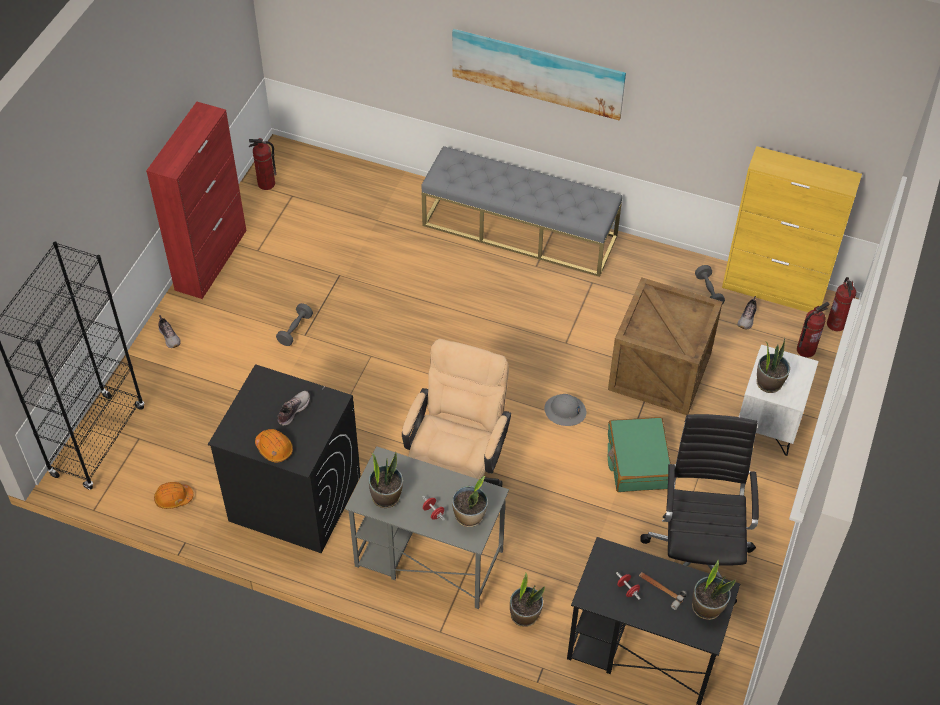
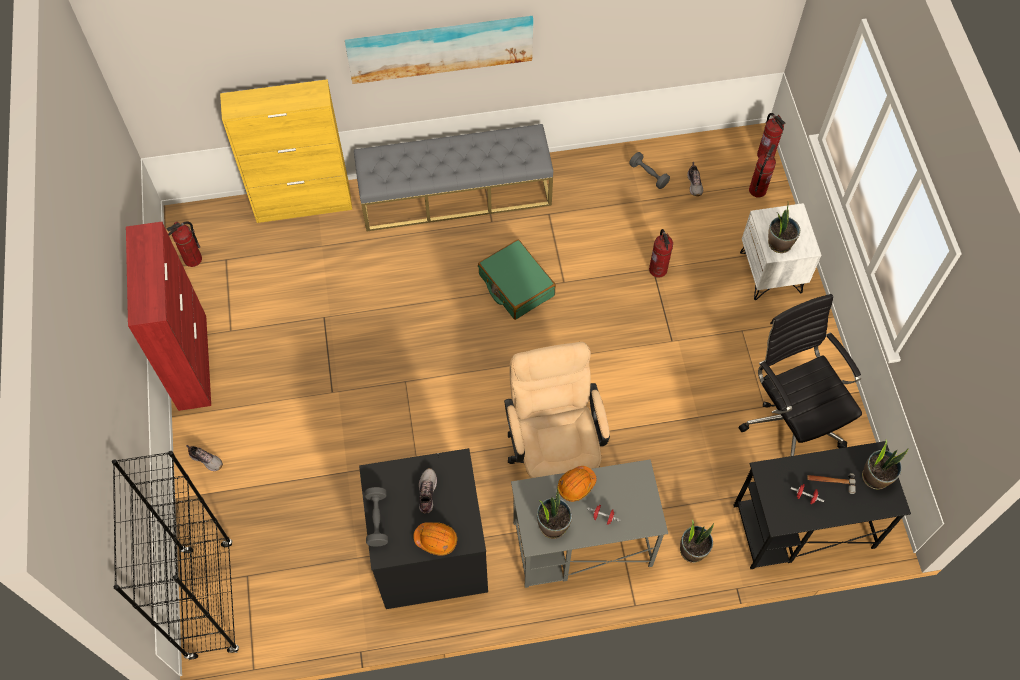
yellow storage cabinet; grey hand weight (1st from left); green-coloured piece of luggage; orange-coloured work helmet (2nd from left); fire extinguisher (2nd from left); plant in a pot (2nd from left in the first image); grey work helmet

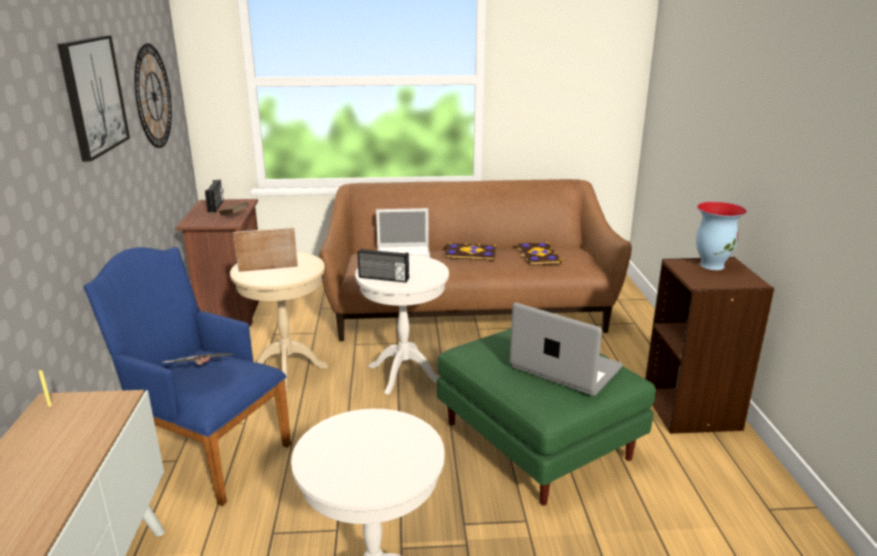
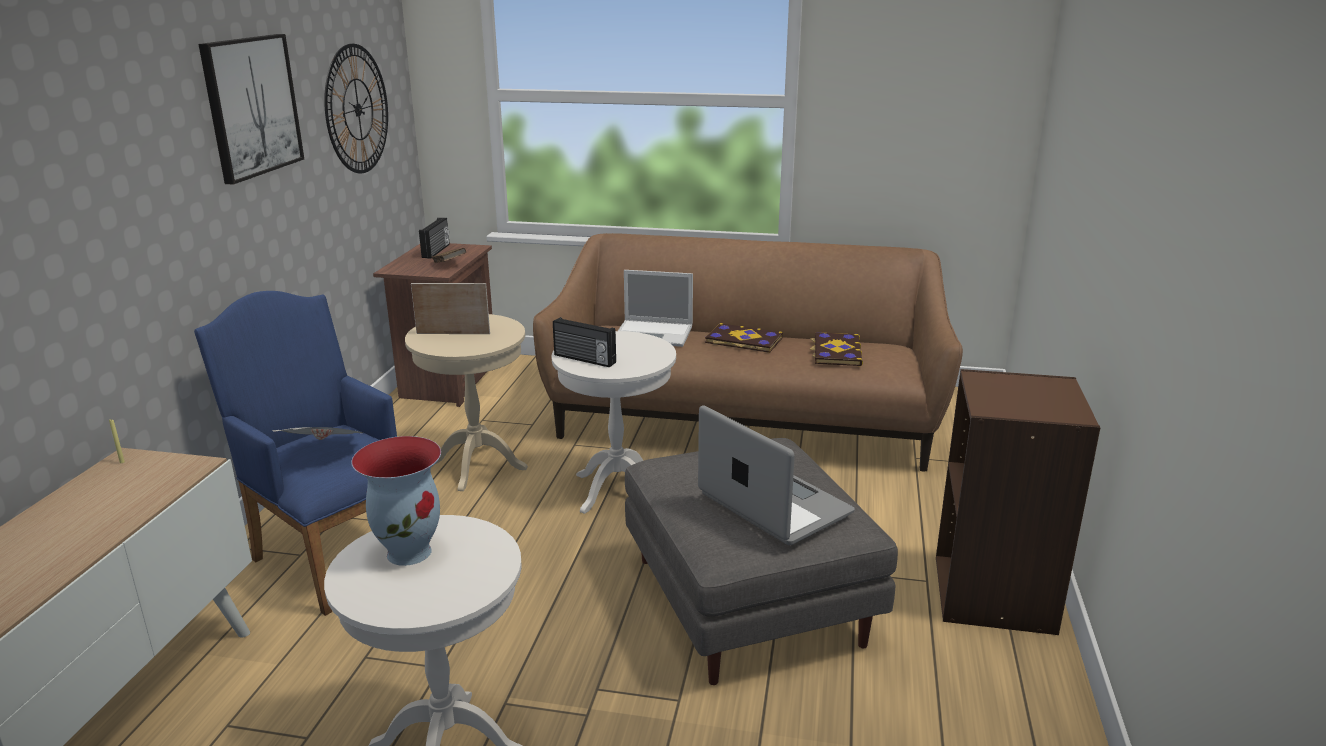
flower vase; grey ottoman

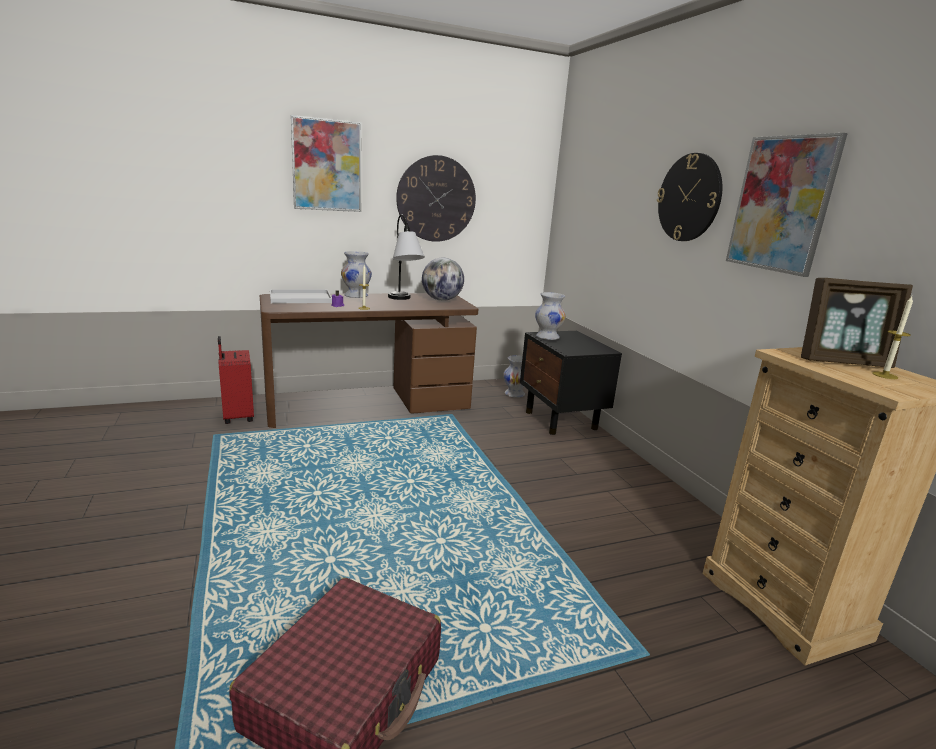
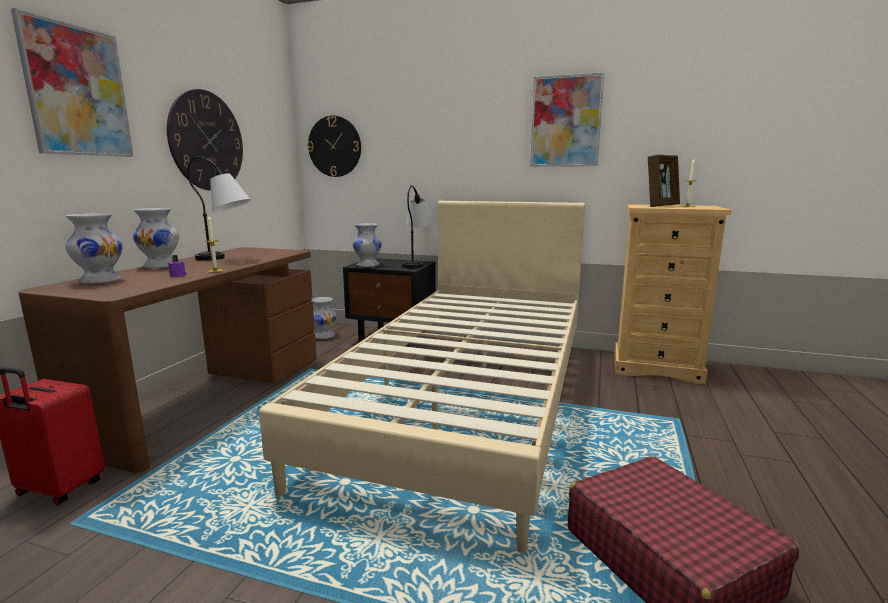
whitish flower vase (1st from left); beige-coloured bed; wall clock (2nd from left); tabletop lamp (2nd from left); globe

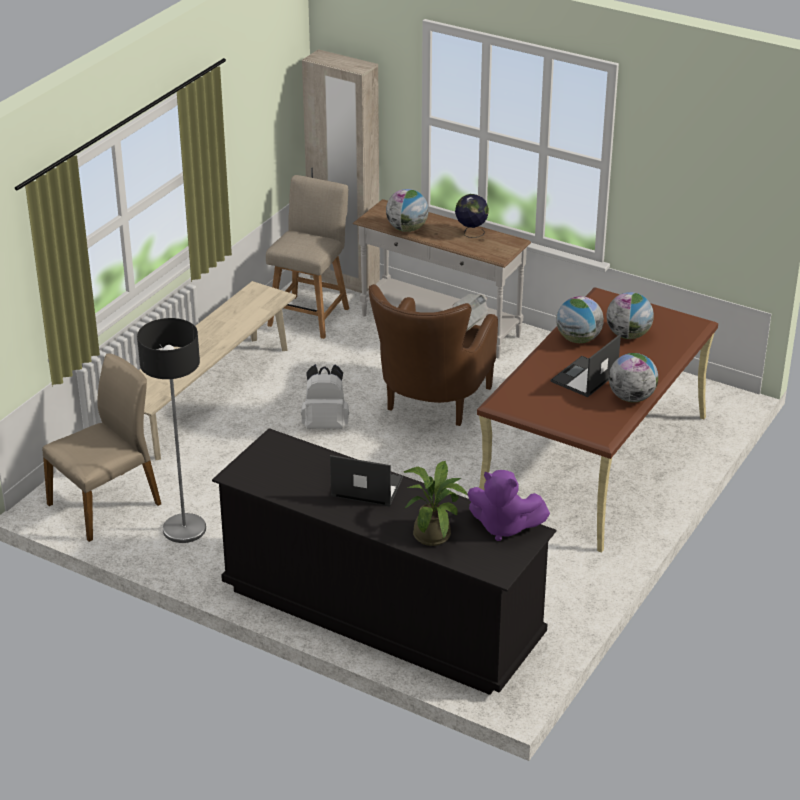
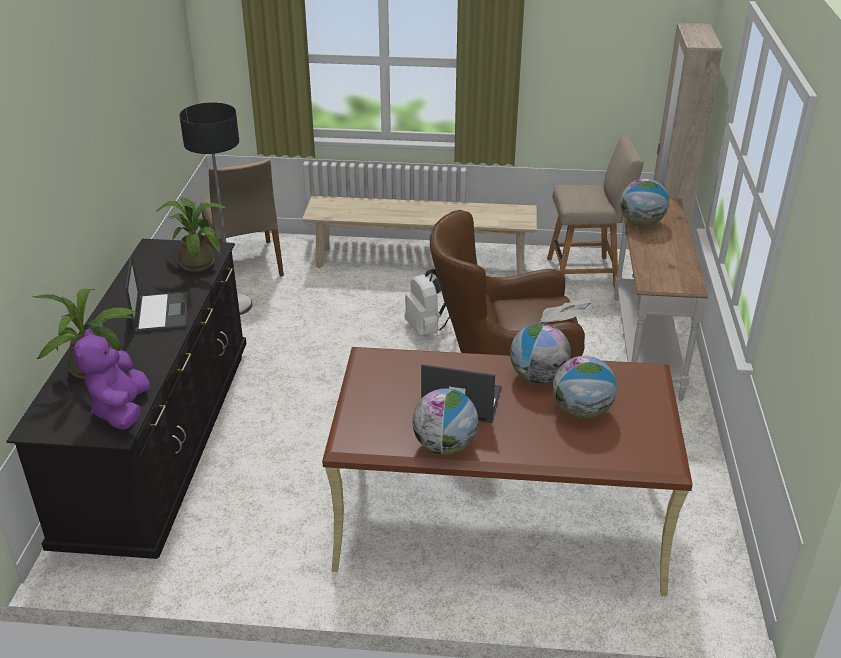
plant in a pot (2nd from left); beige-coloured plain chair (1st from left); globe (2nd from left in the first image)

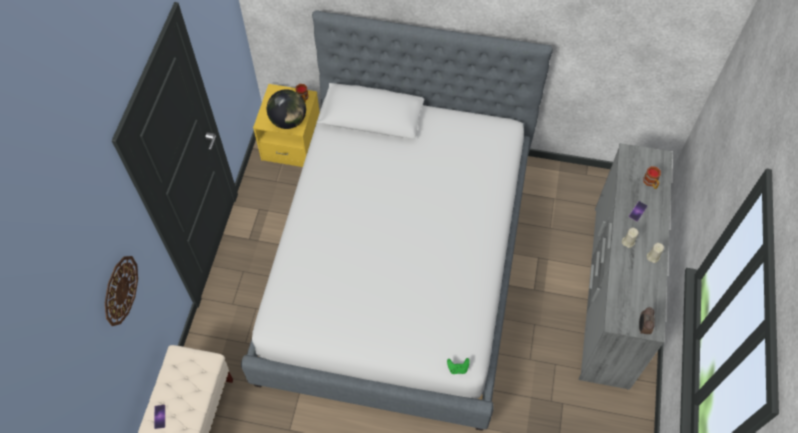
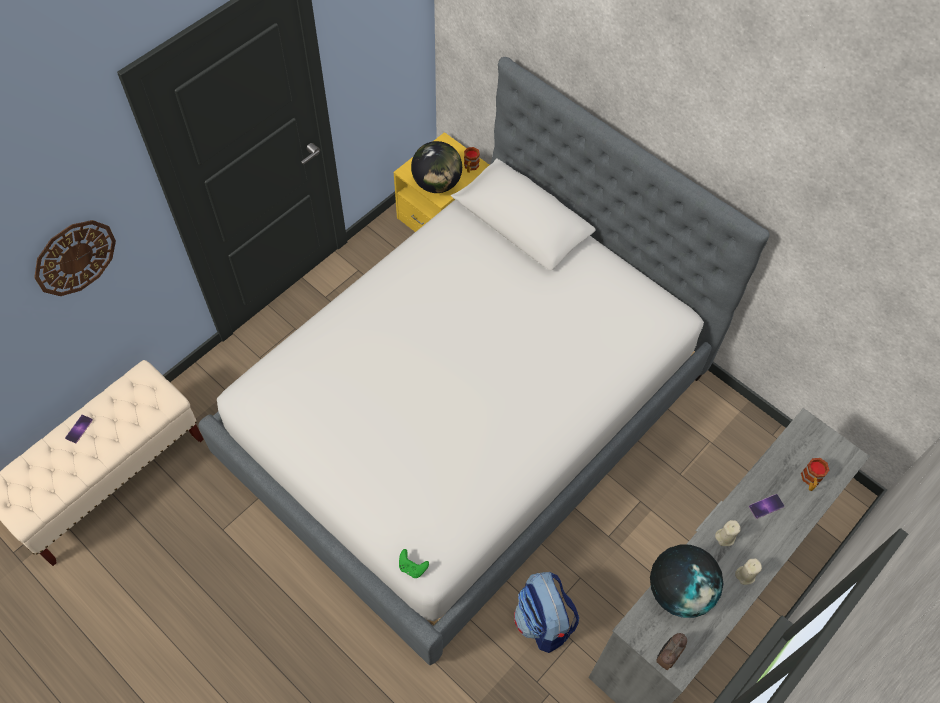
knapsack; globe (2nd from left)

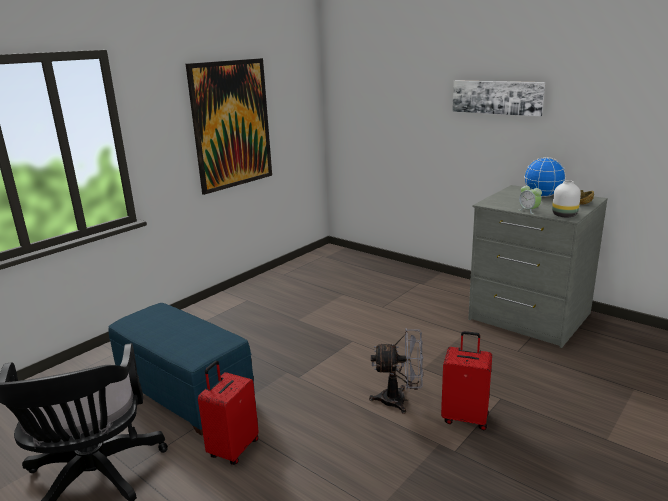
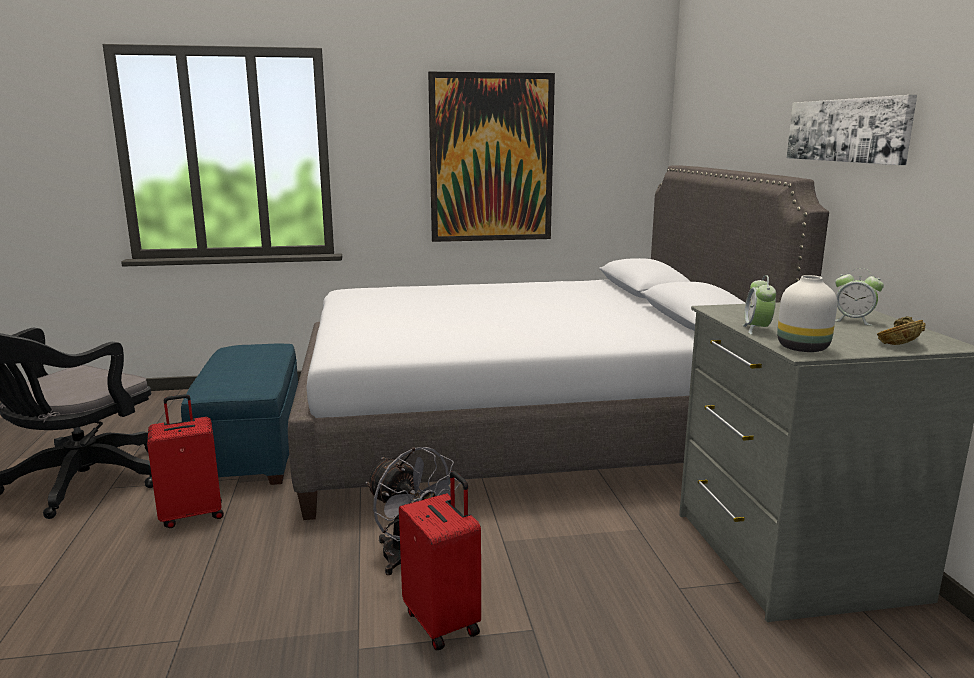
grey bed; table clock (2nd from left)

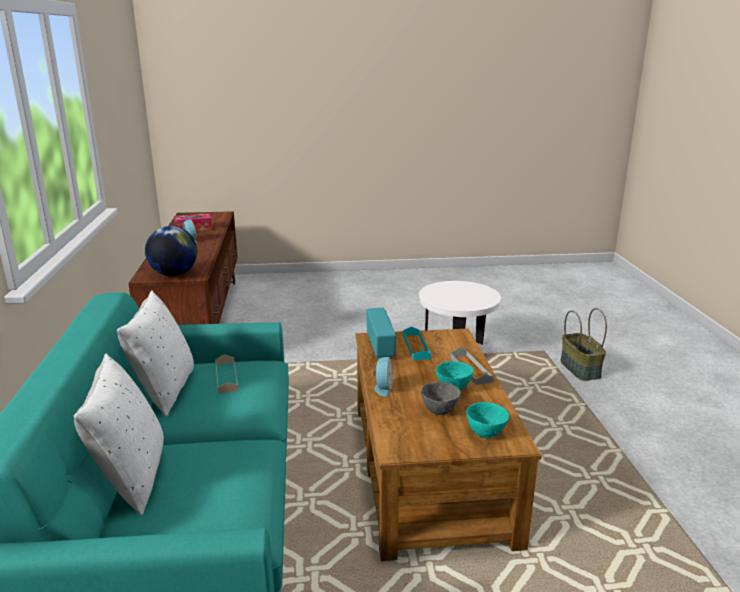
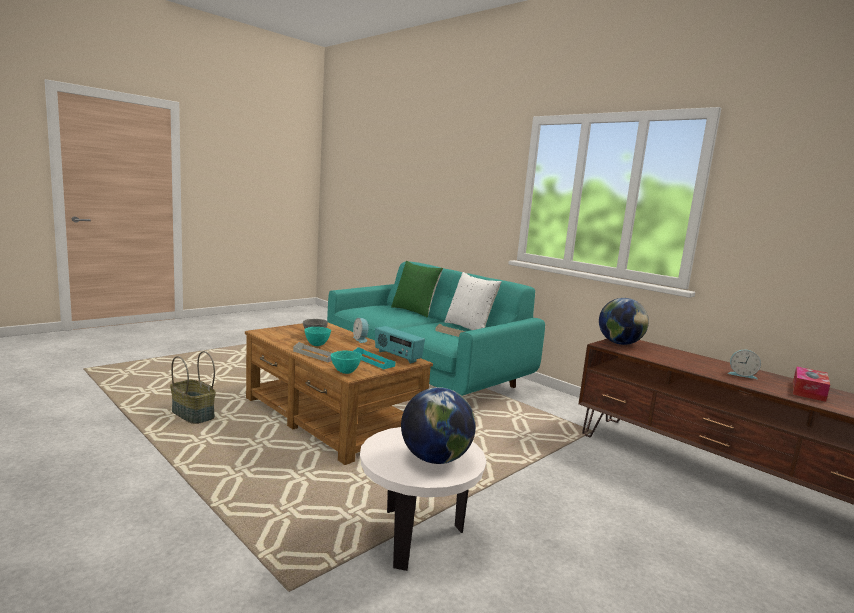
basket; turquoise bowl (2nd from left); green-coloured cushion; globe (1st from left)

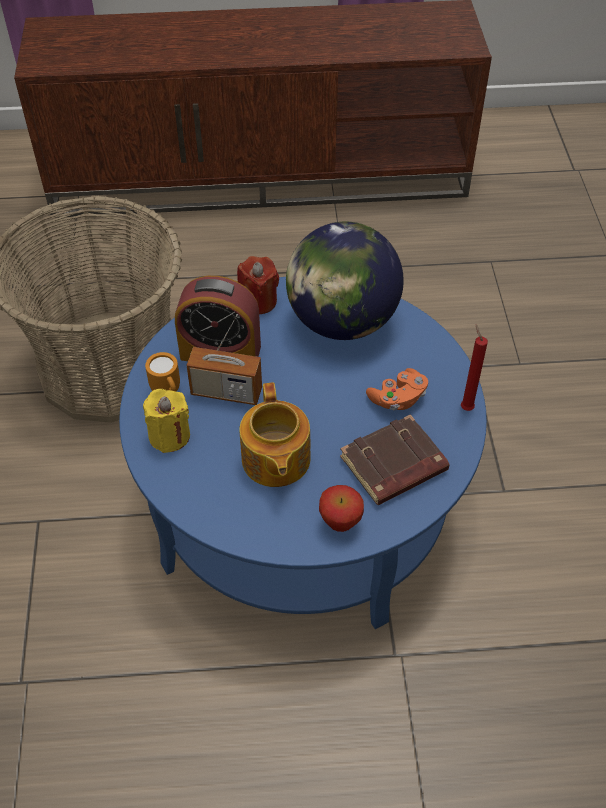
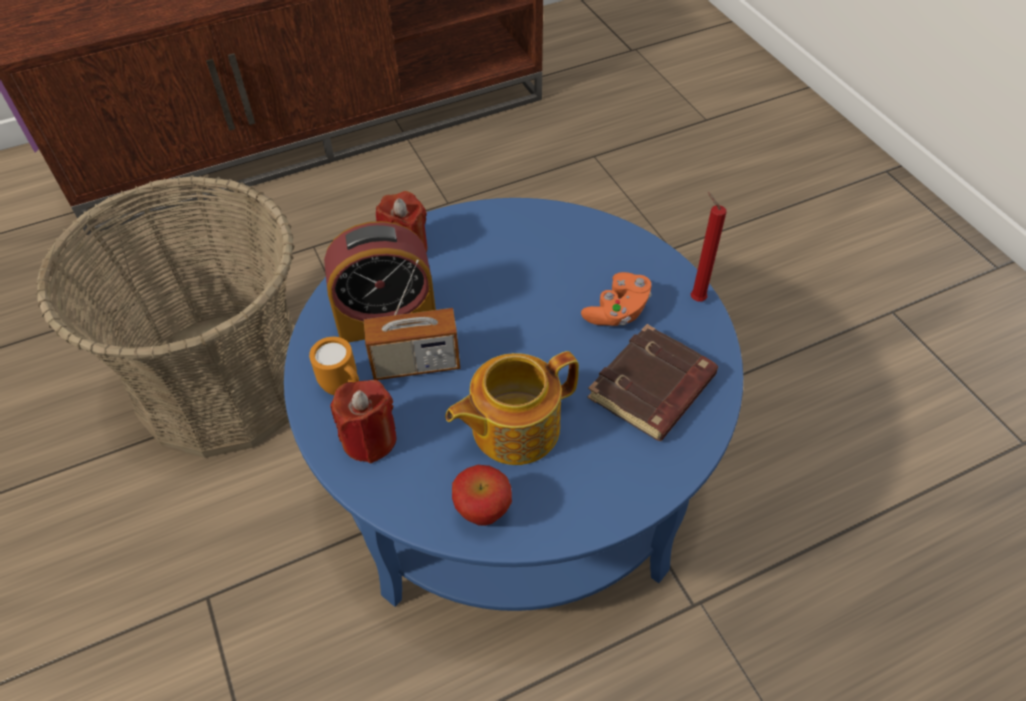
red-coloured candle (1st from left); pot for tea; apple fruit; globe

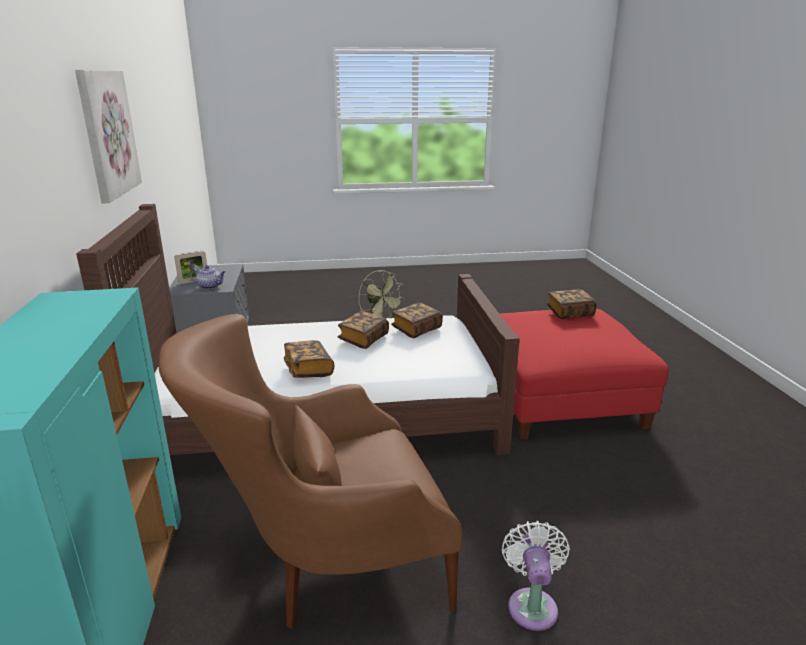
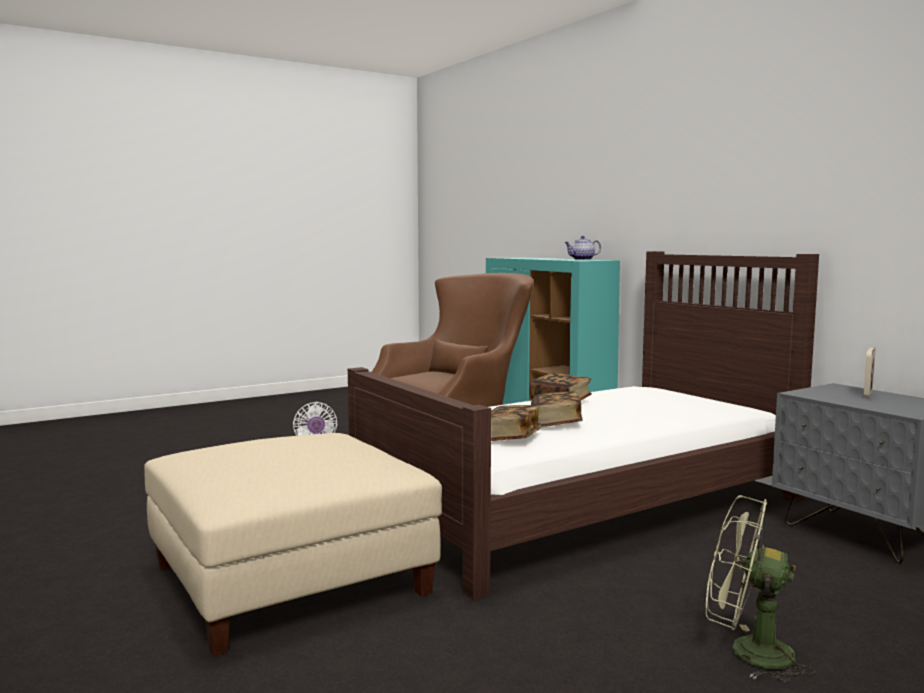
beige-coloured ottoman; pot for tea; wall picture; bound book (4th from left in the first image)

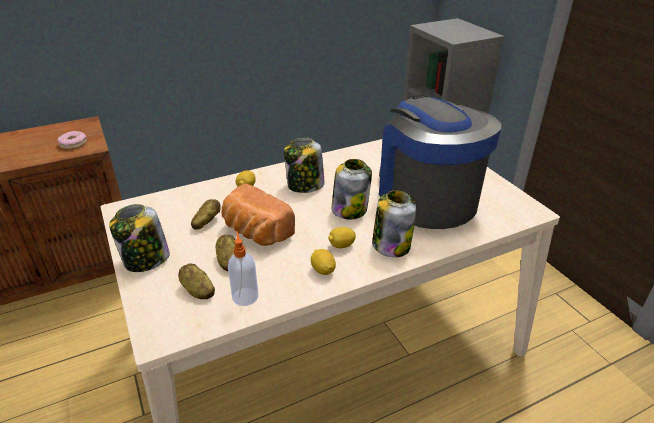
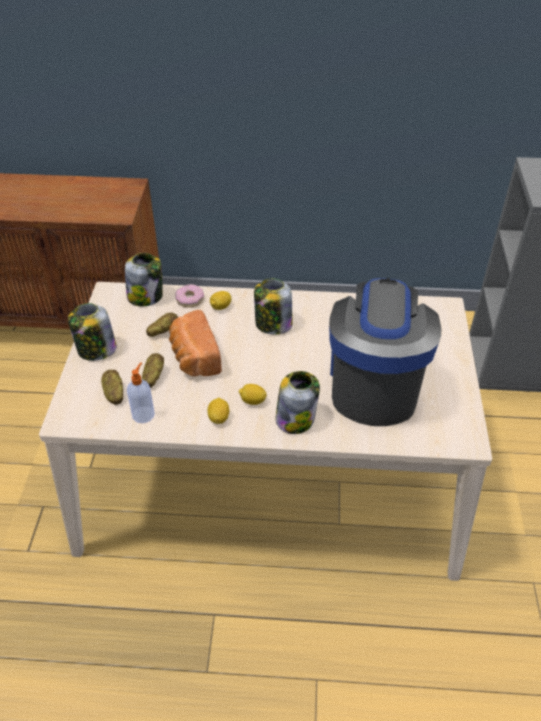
jar (2nd from left); ring doughnut

